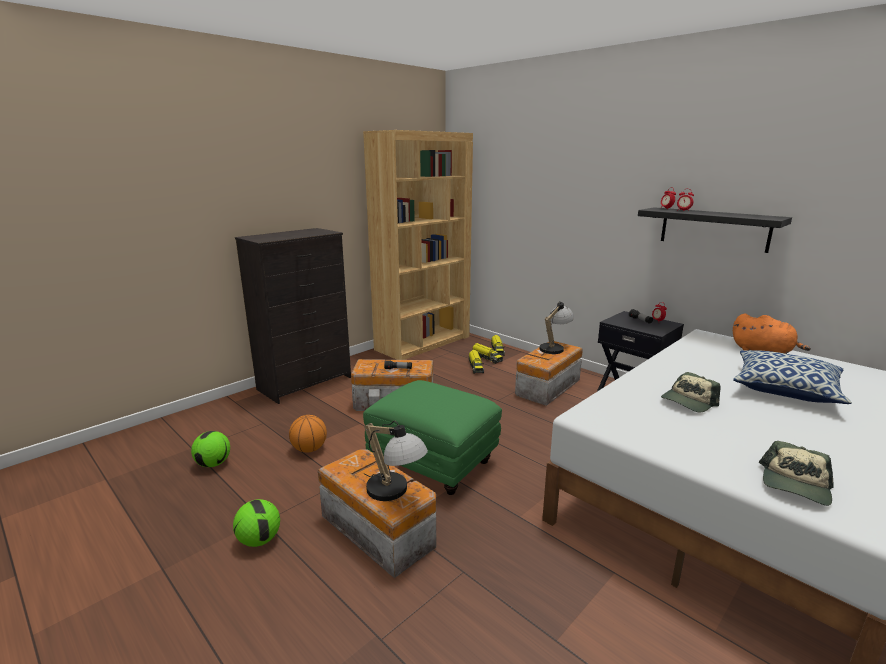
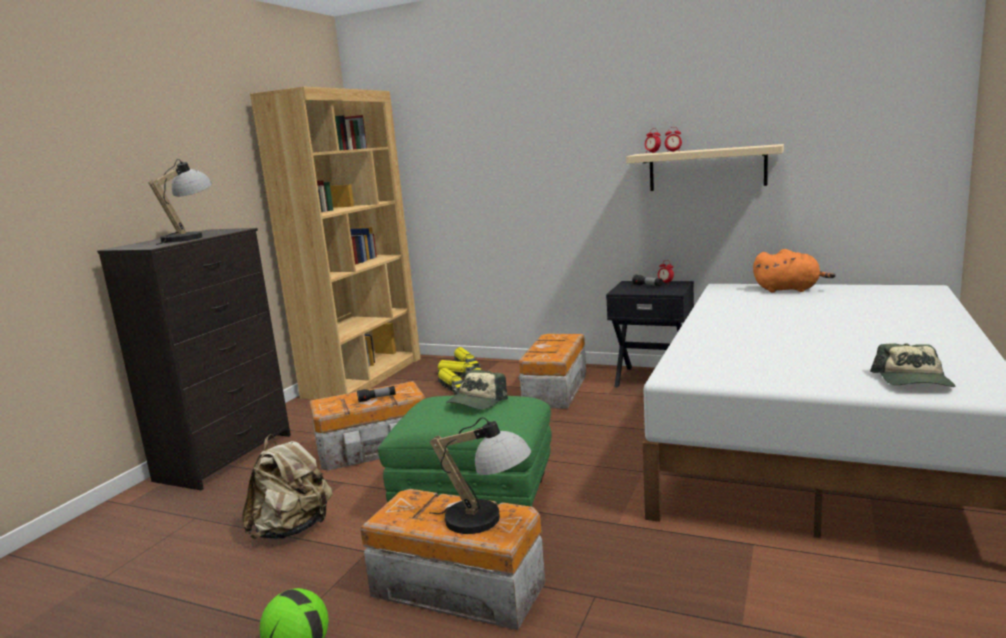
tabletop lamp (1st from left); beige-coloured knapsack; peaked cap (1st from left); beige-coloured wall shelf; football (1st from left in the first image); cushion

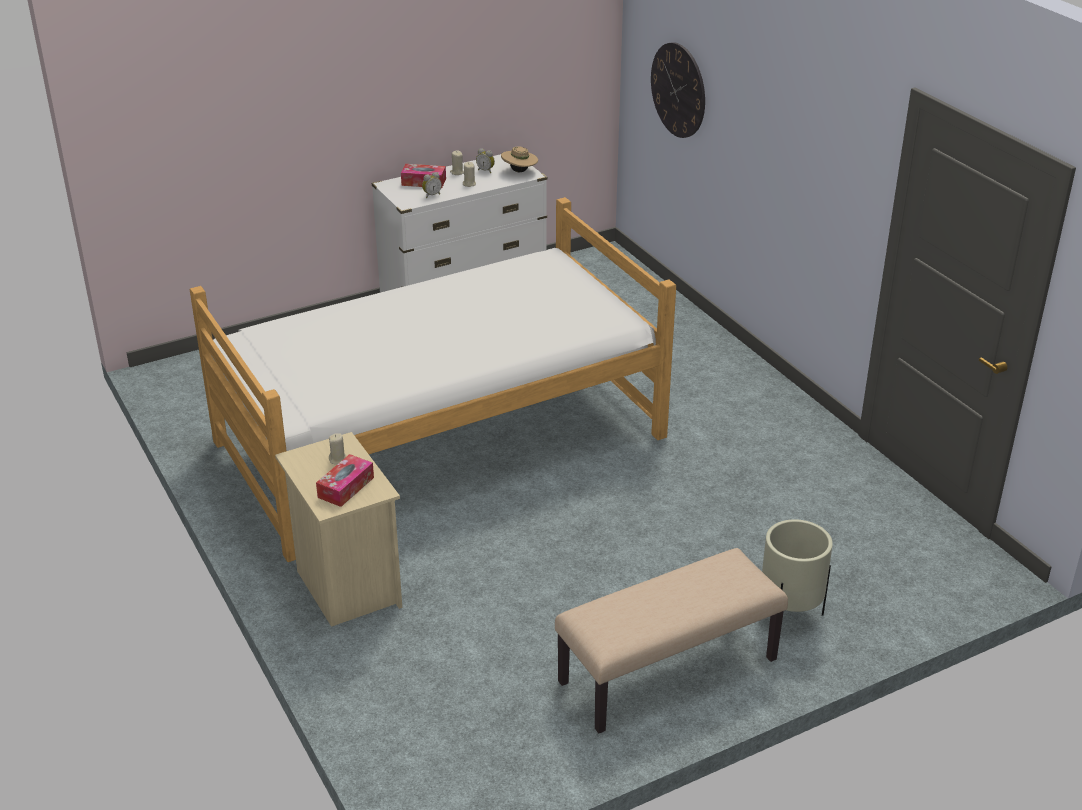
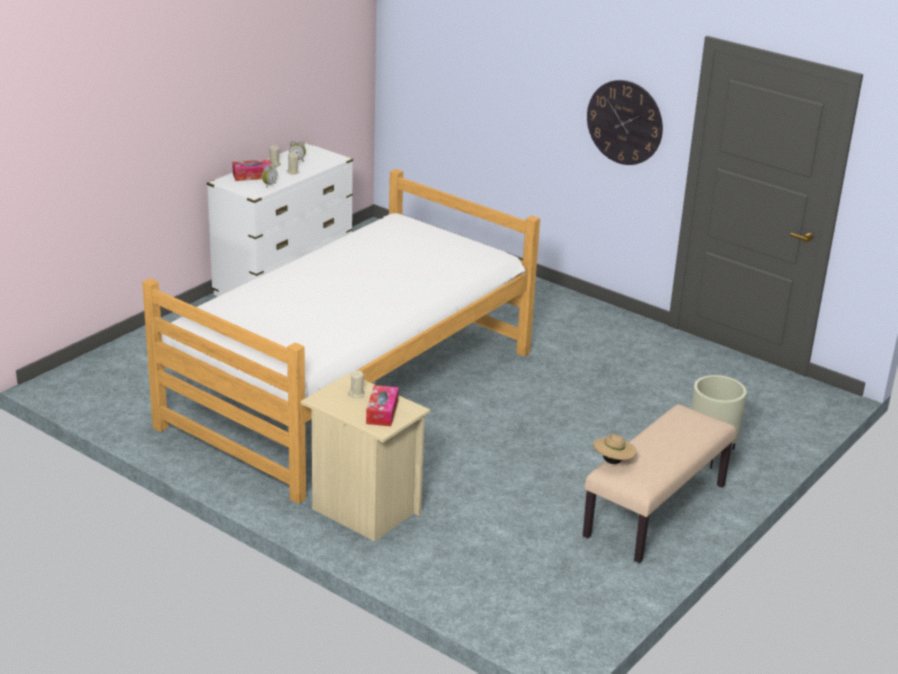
wall clock; beige-coloured hat

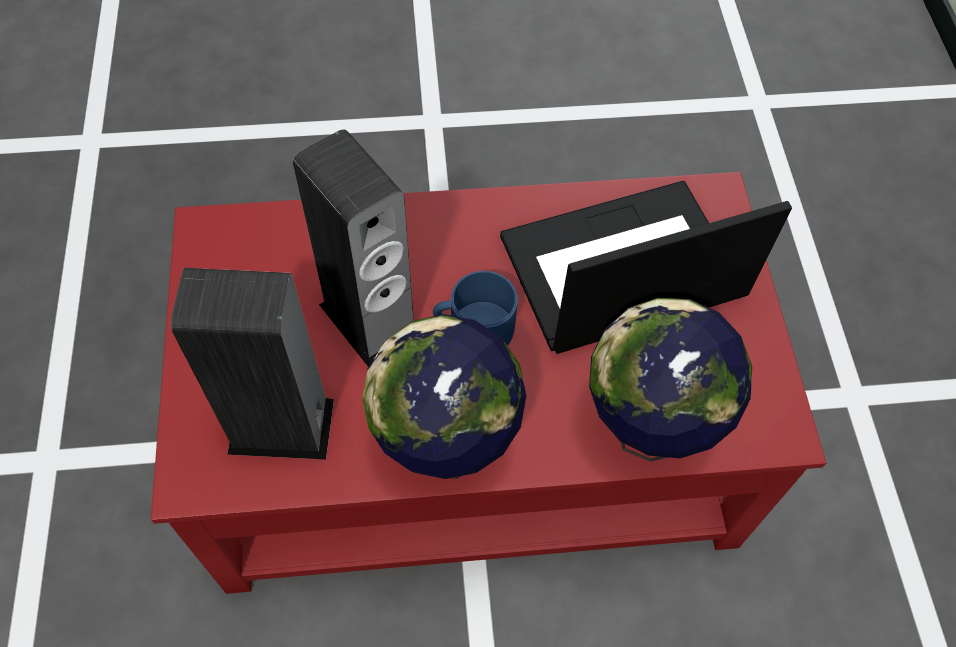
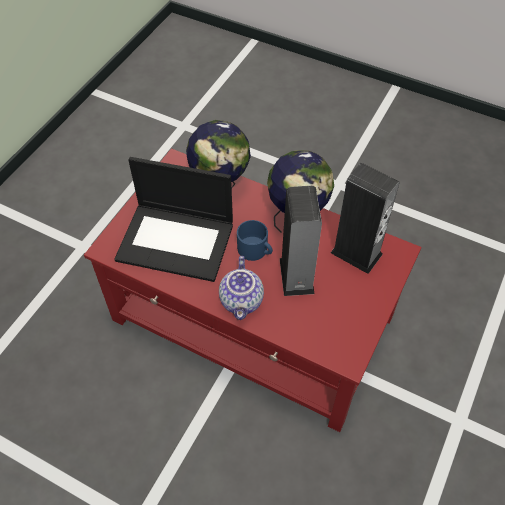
pot for tea

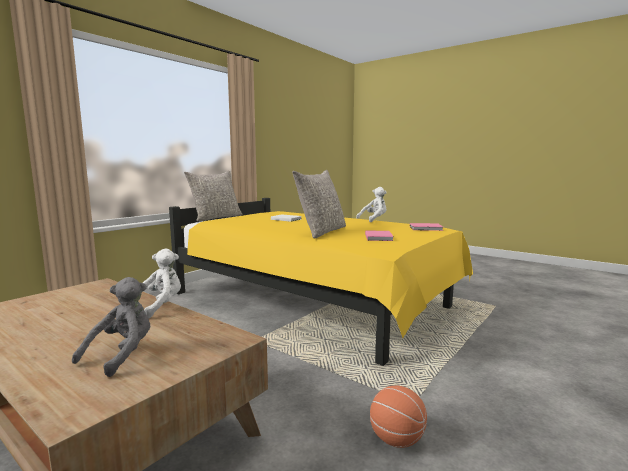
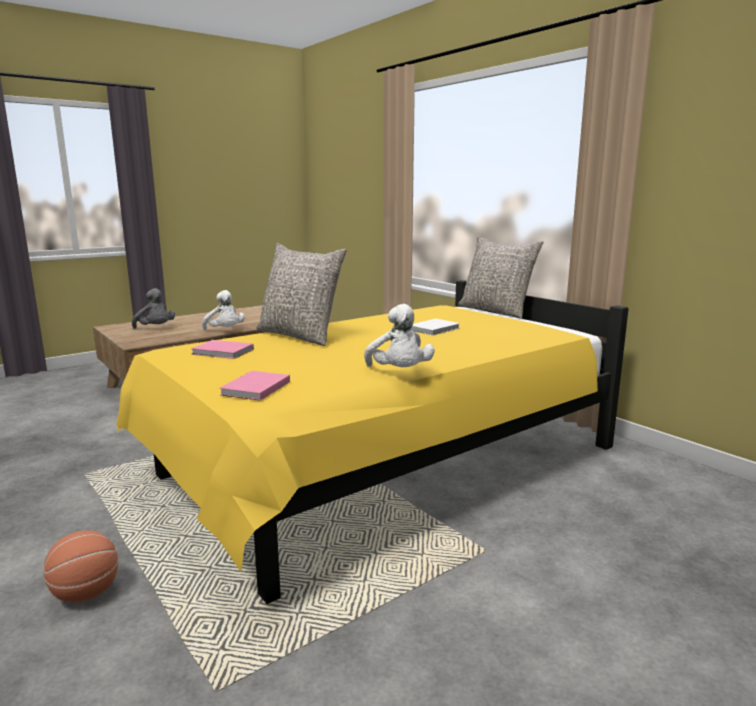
basketball ball

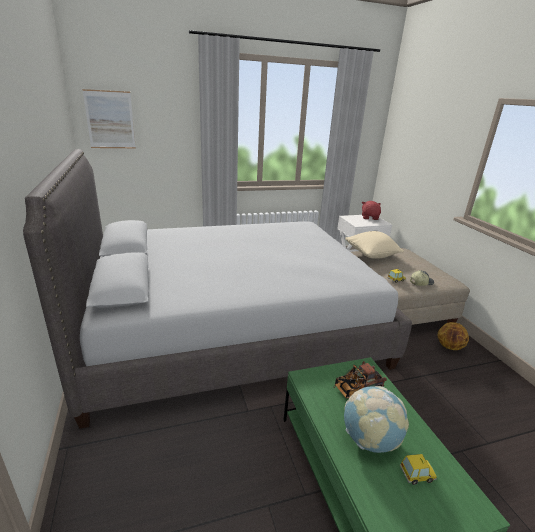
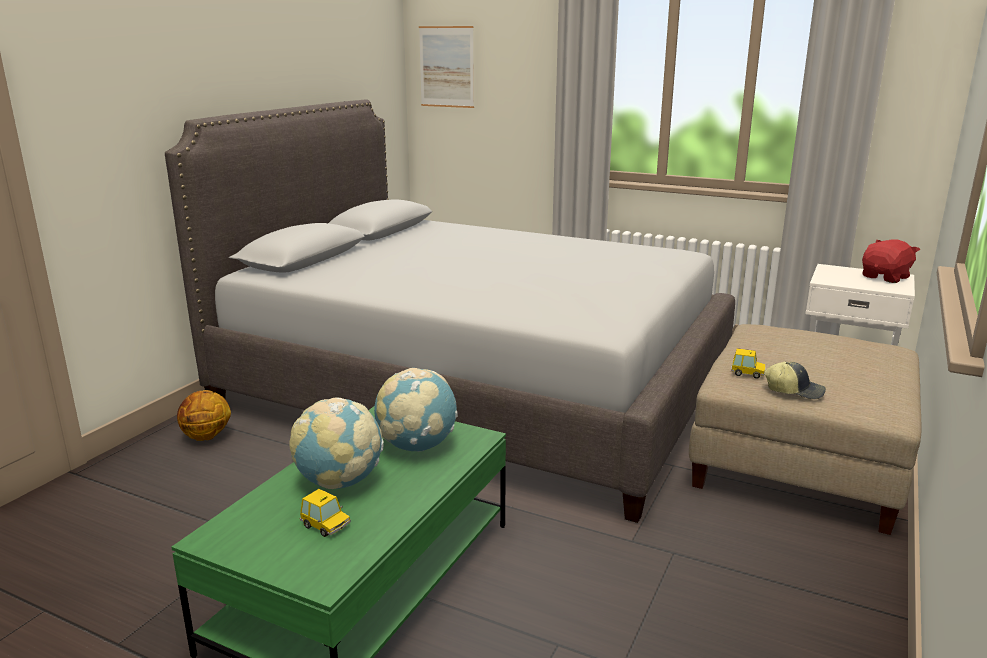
basketball ball; globe (2nd from left); beige-coloured cushion

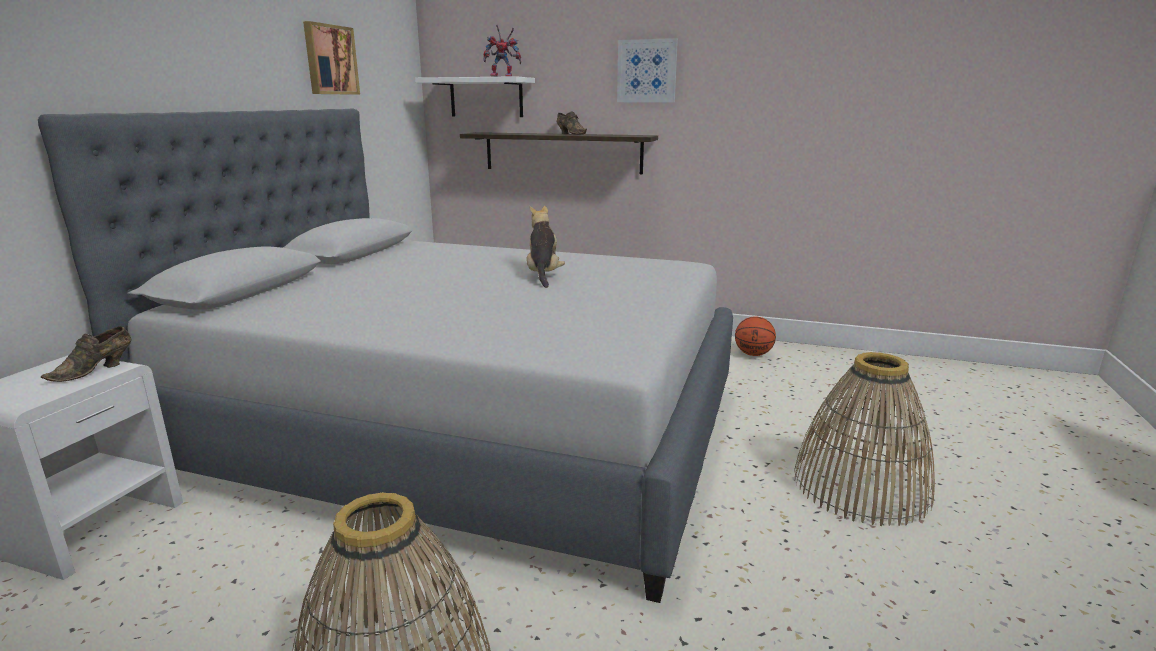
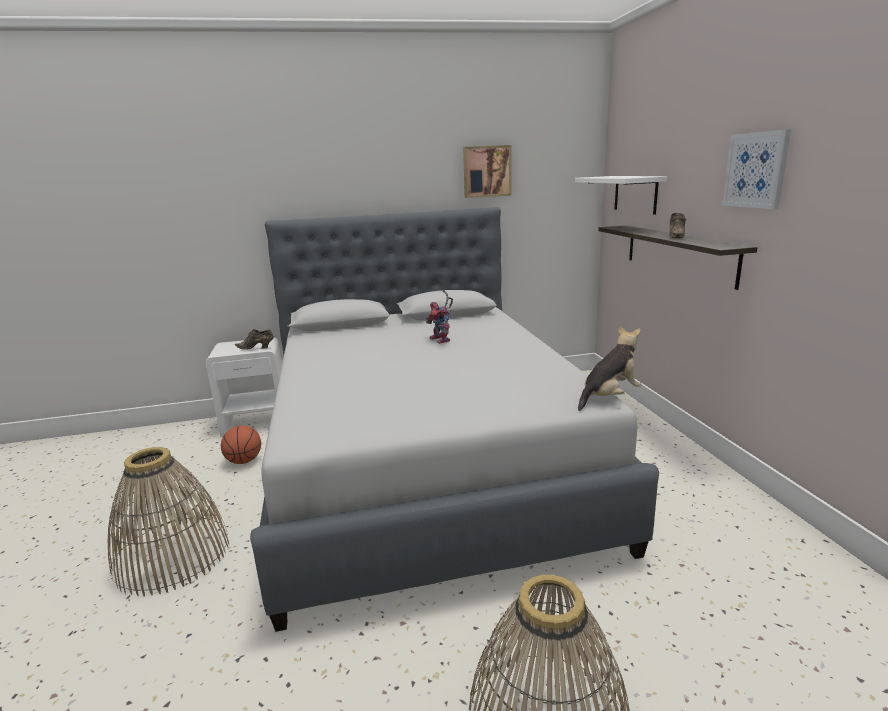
basketball ball; model robot; cuddly toy

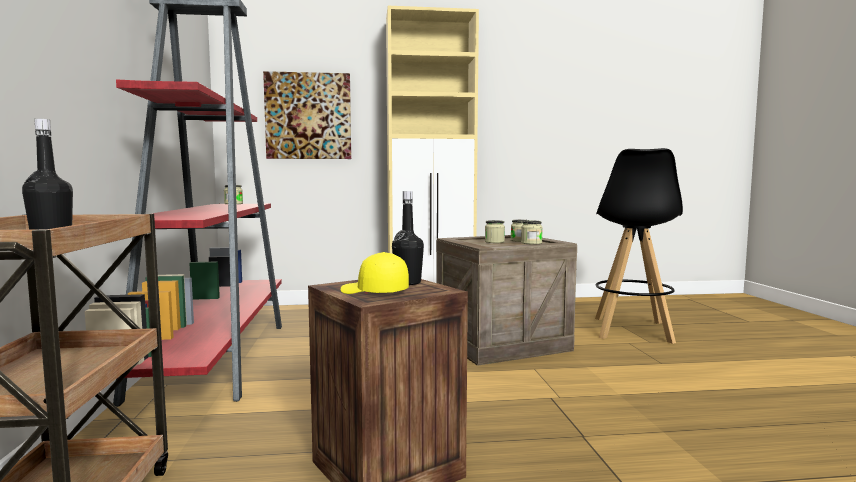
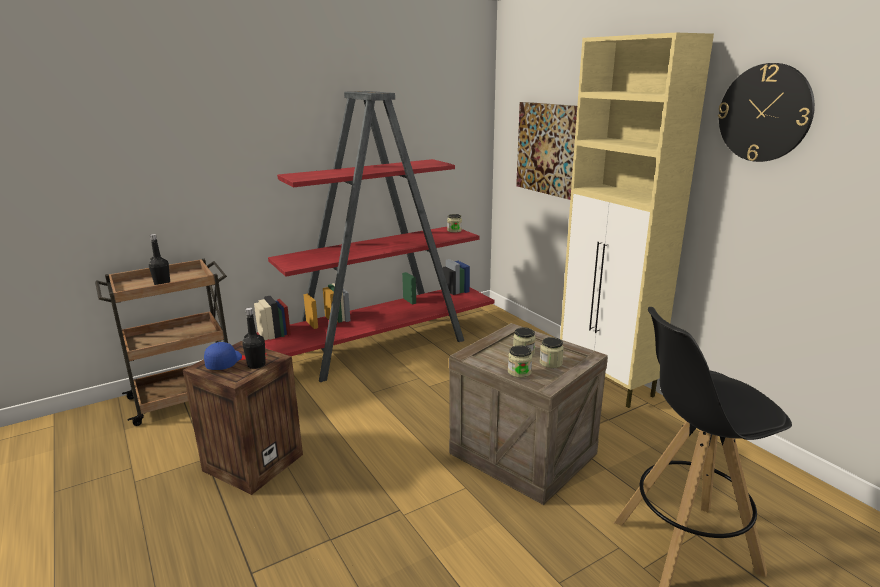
blue peaked cap; wall clock

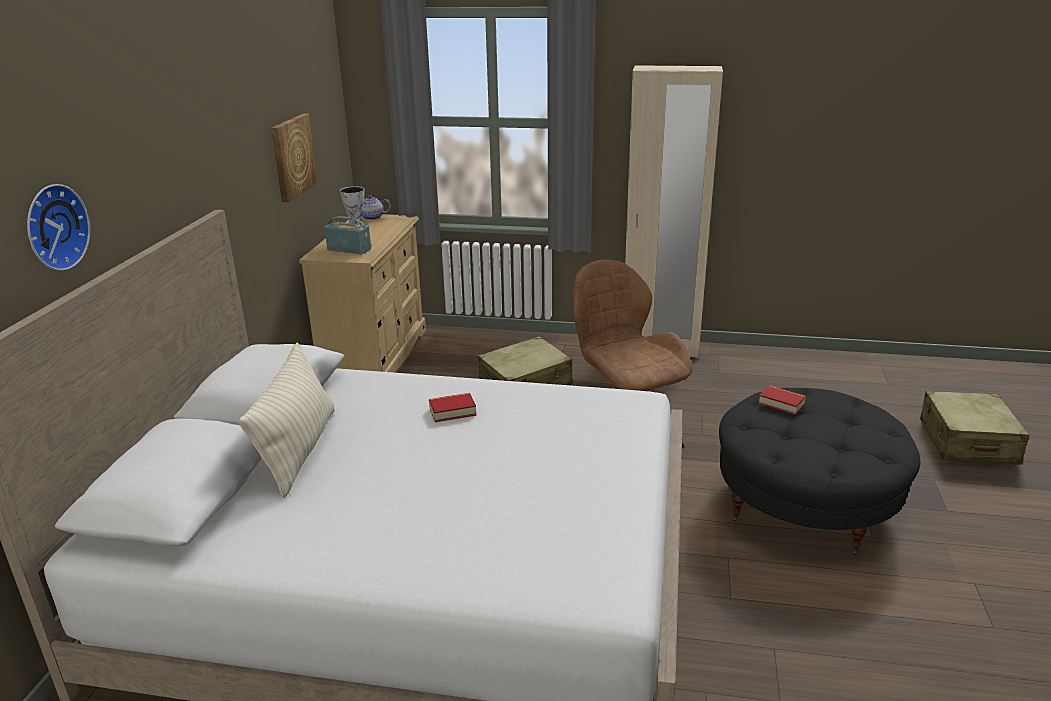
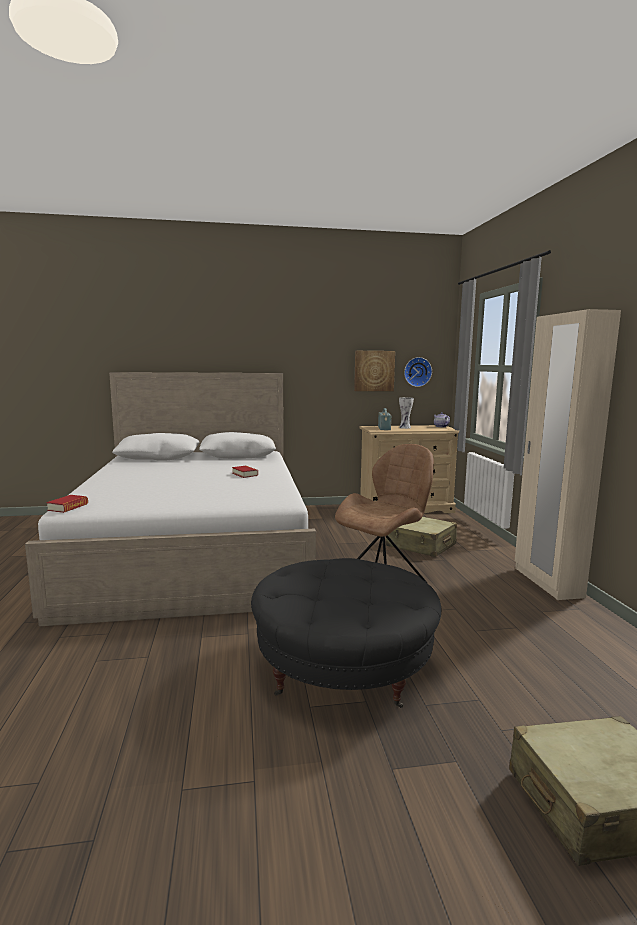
bound book (1st from left); wall clock; beige-coloured cushion

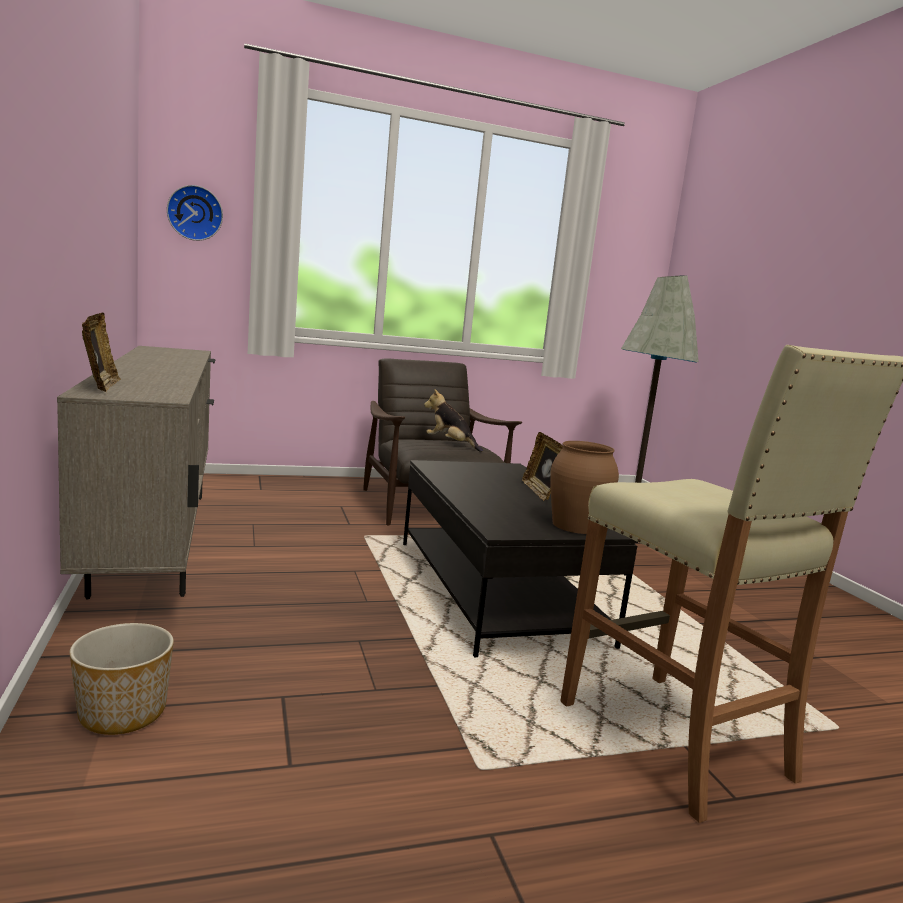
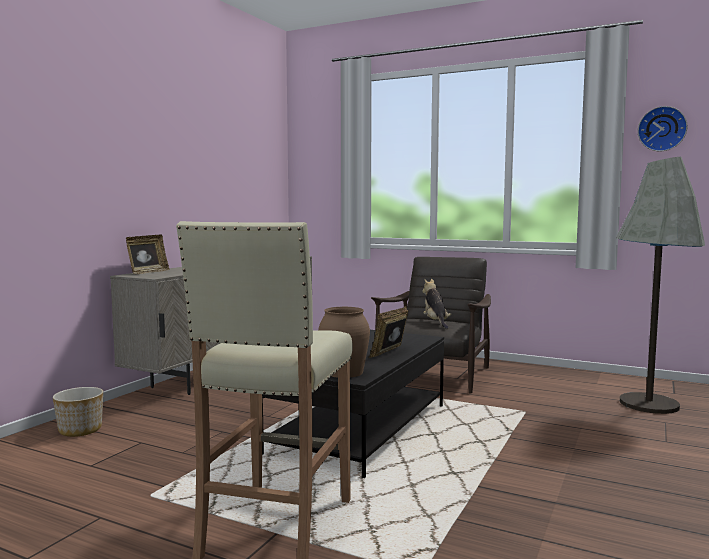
wall clock

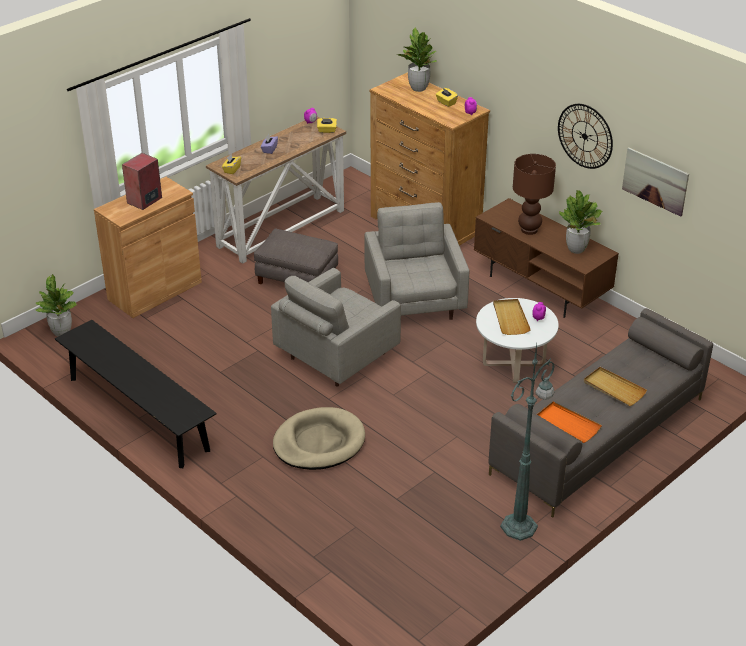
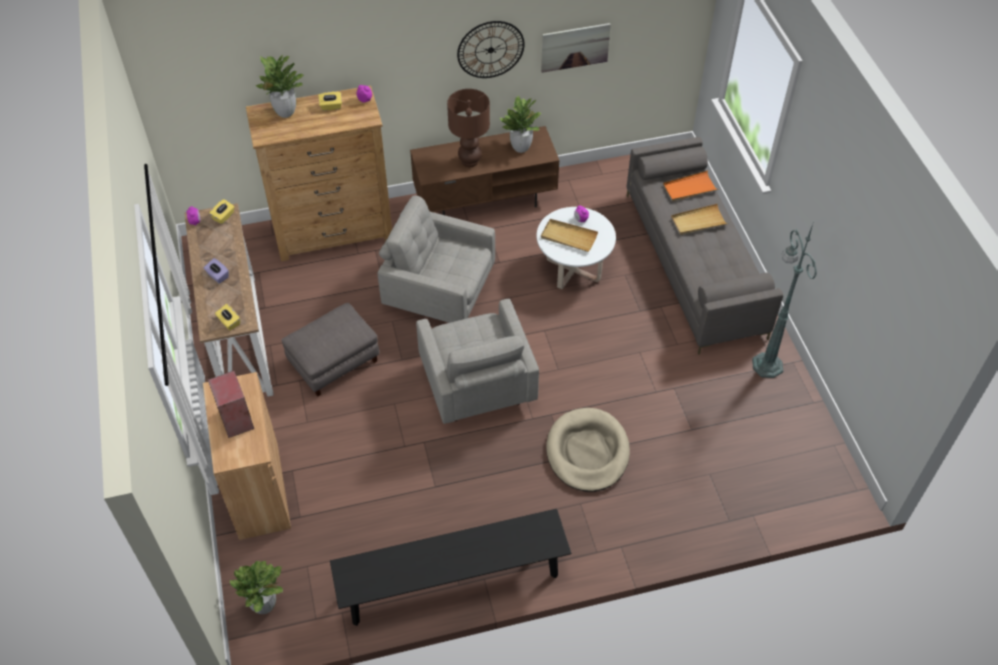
orange-coloured tray

